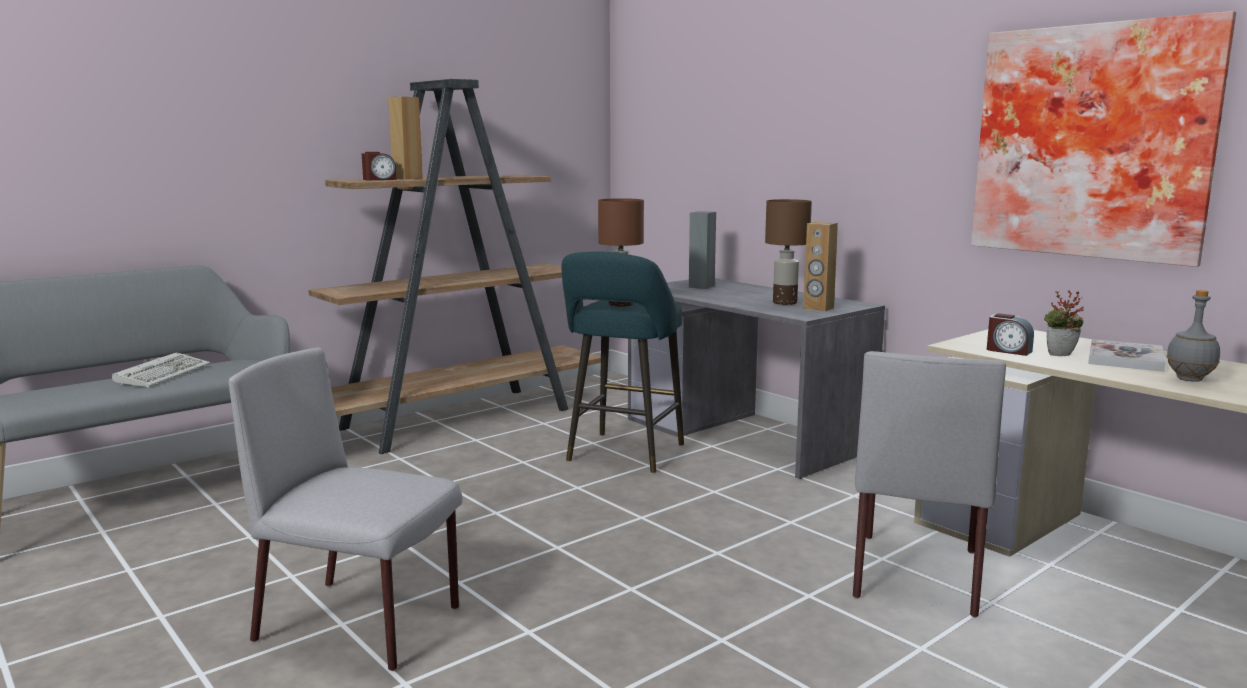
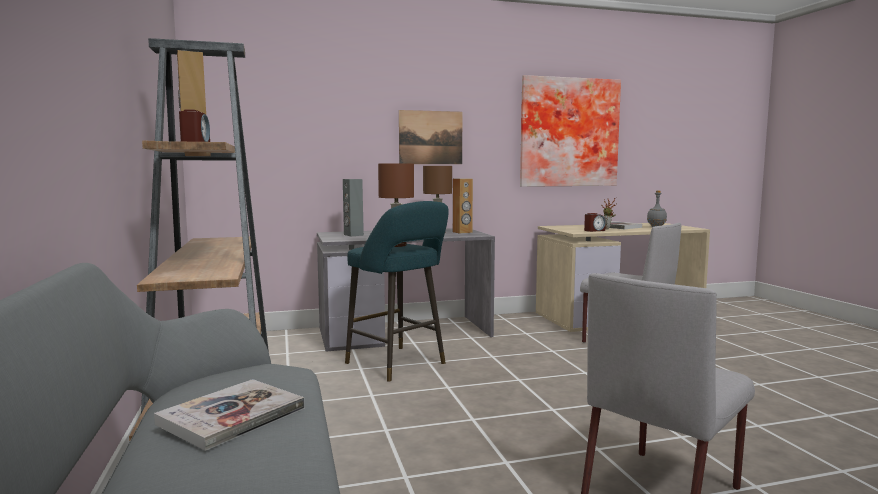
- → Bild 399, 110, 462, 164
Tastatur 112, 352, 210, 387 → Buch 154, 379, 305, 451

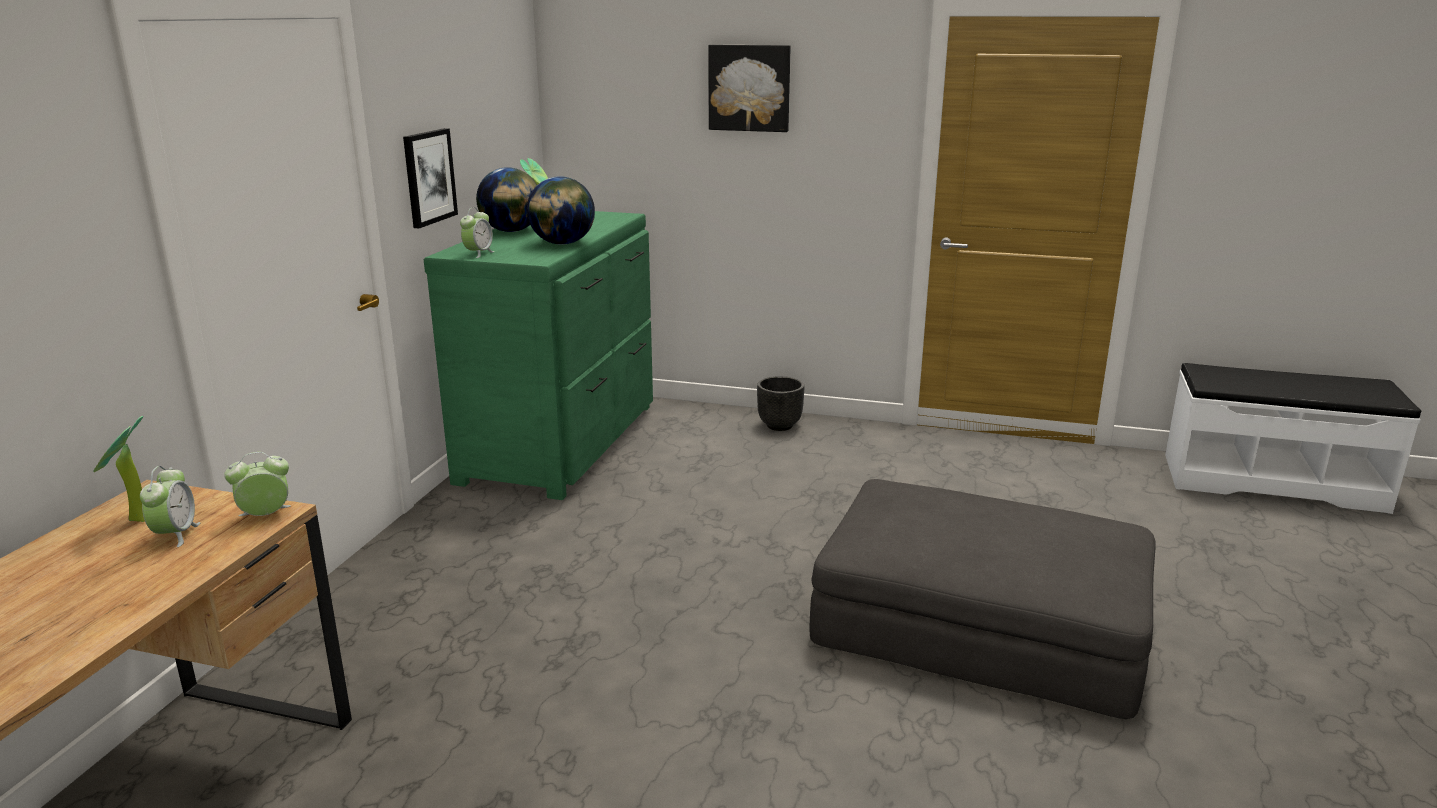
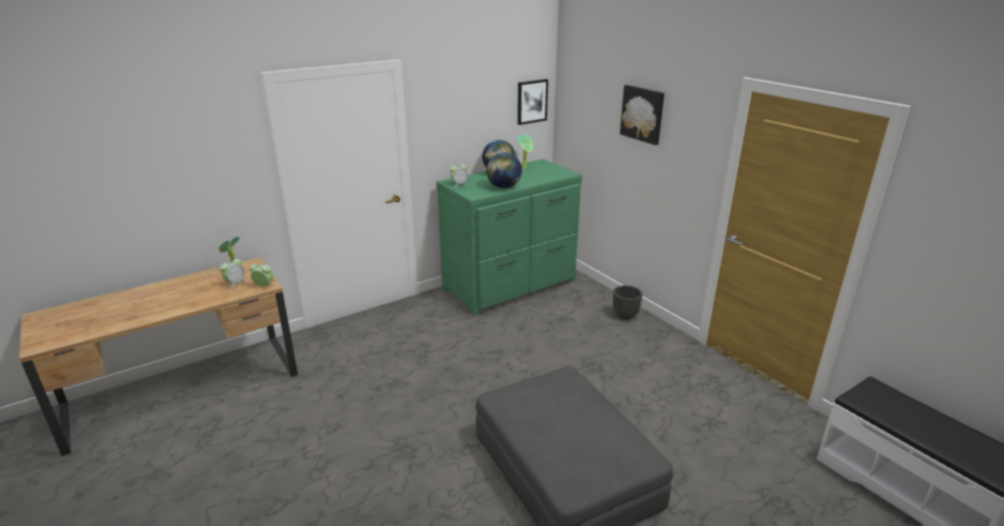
Bild 403, 128, 458, 228 → Bild 518, 79, 548, 125, moved

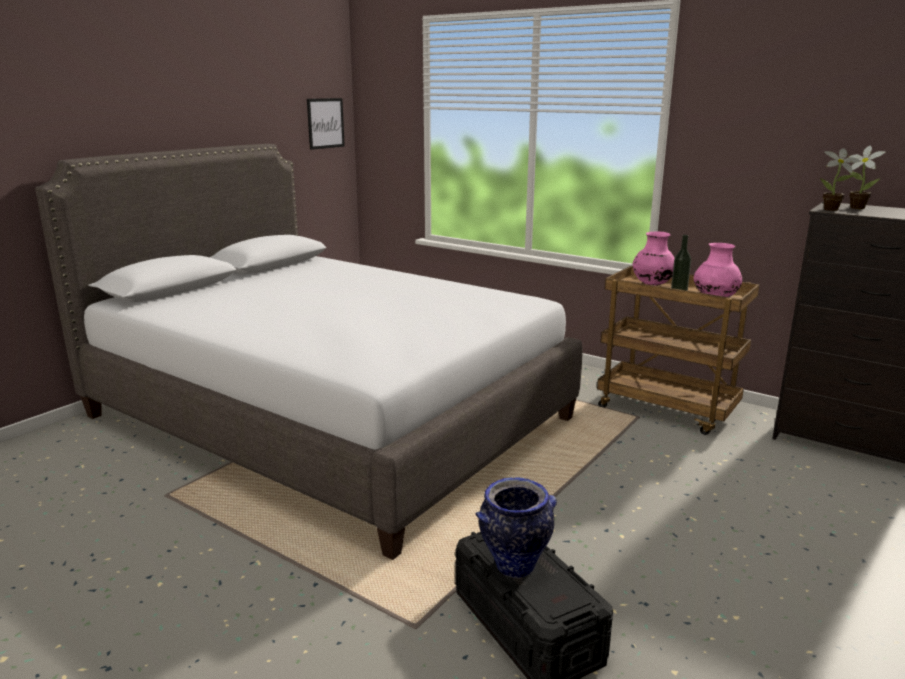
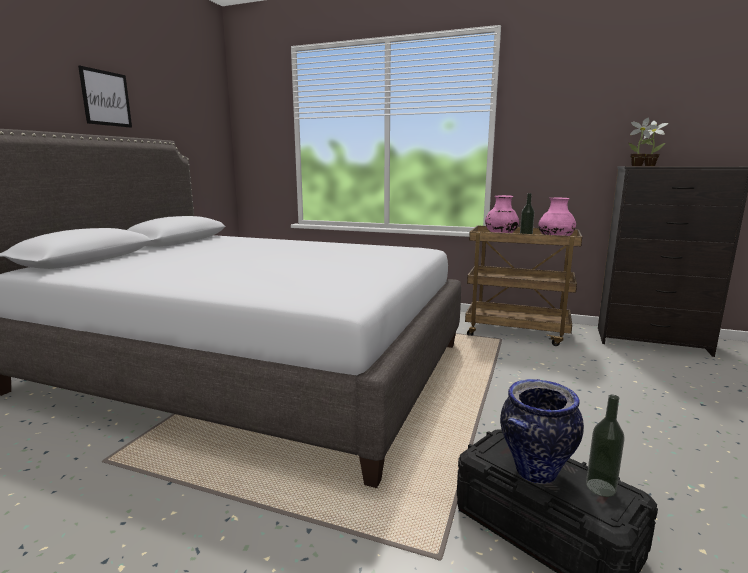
- → Flasche 586, 395, 625, 497
Bild 307, 98, 345, 150 → Bild 78, 65, 132, 128, moved

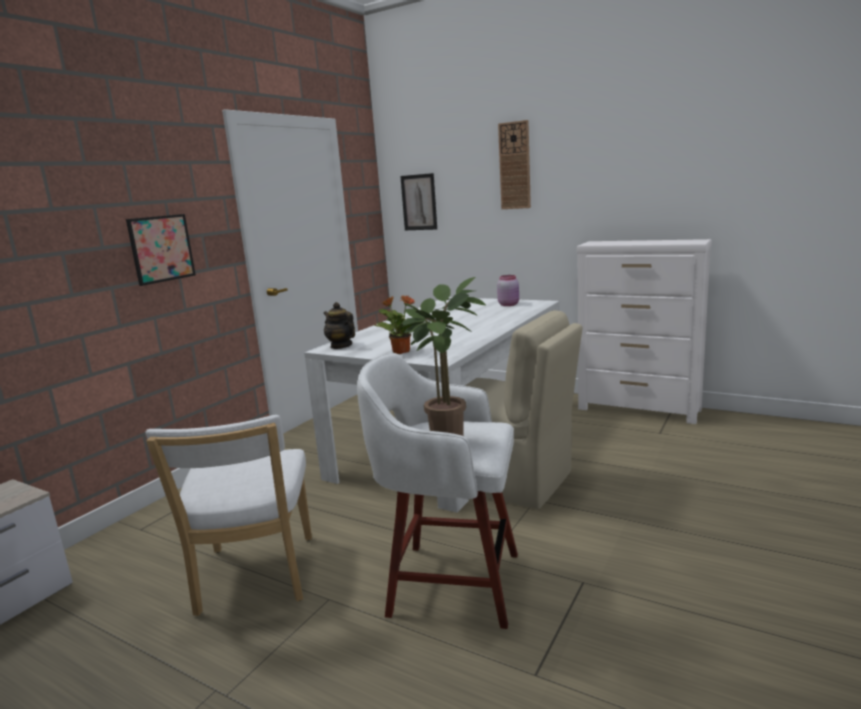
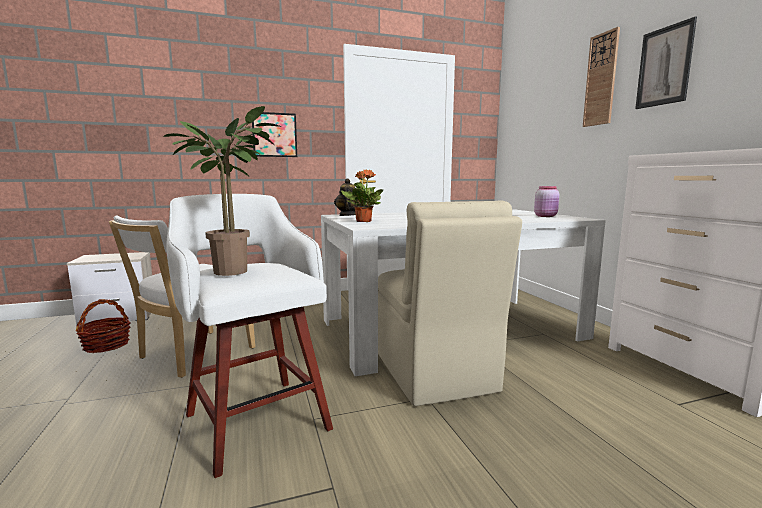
- → Korb 76, 299, 131, 353
Bild 400, 173, 437, 230 → Bild 635, 16, 697, 109, moved

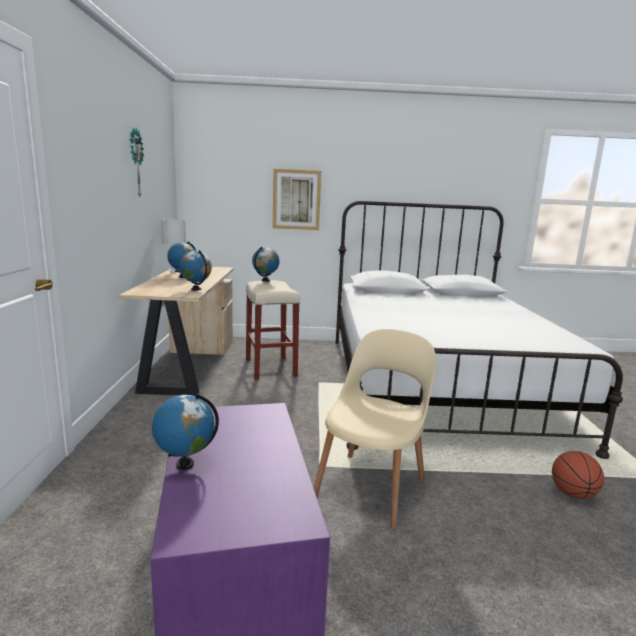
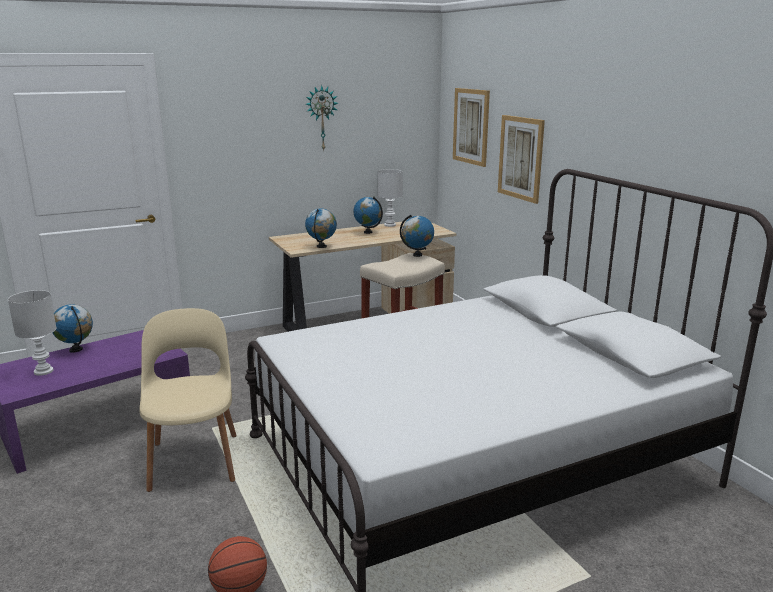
- → Tischlampe/weiß 8, 290, 57, 376
- → Bild 453, 88, 490, 167
Stuhl/beige 314, 329, 436, 530 → Stuhl/beige 140, 308, 237, 492, 105 degrees counterclockwise

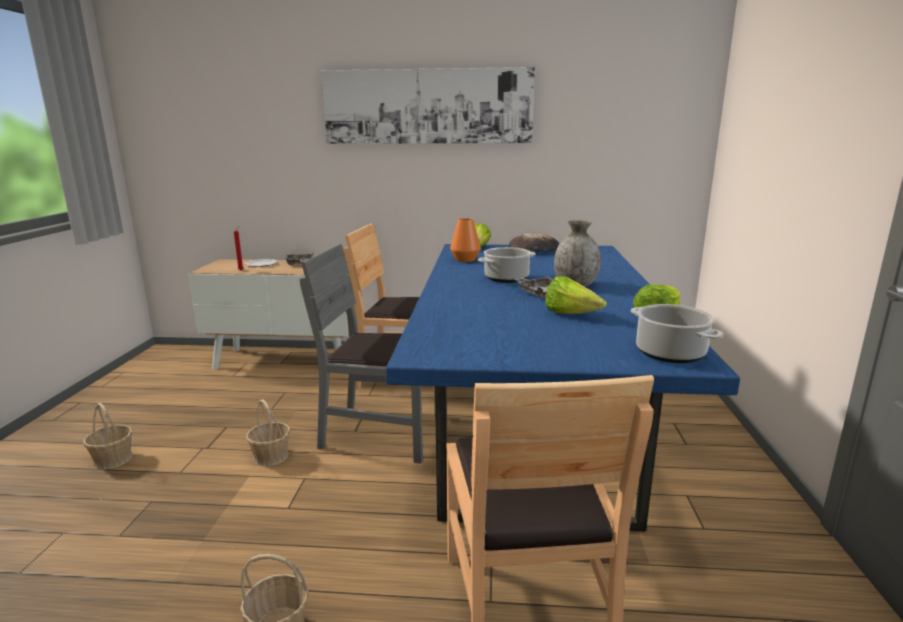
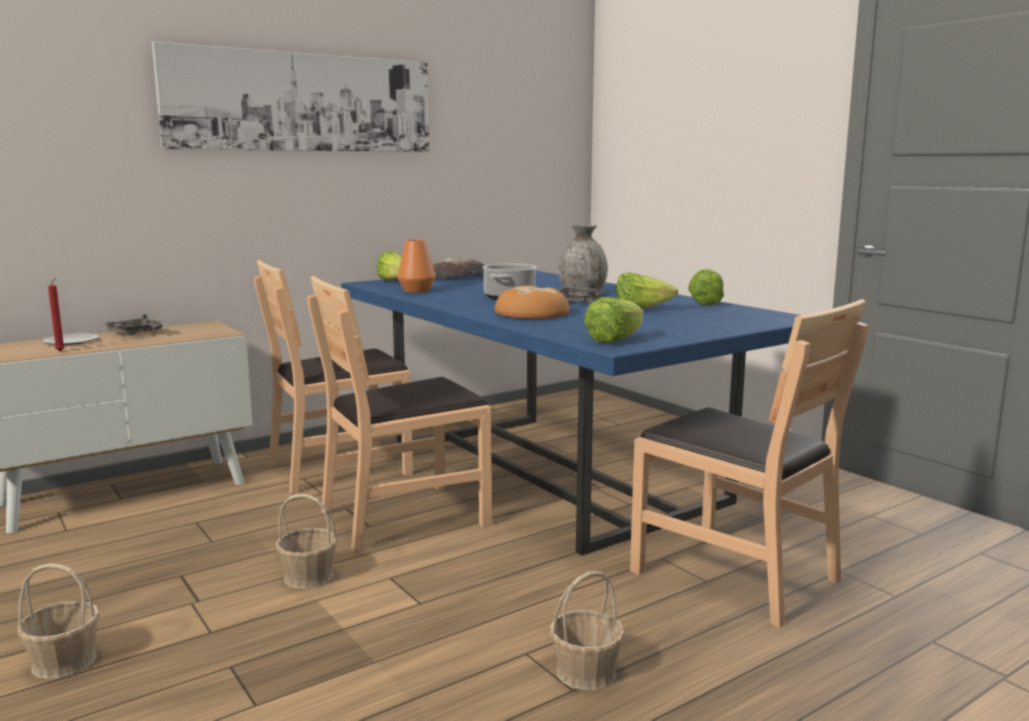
Kochtopf 631, 304, 724, 363 → -
- → Brot 495, 286, 570, 319
- → Salatkopf 584, 297, 644, 343
Stuhl/grau 300, 244, 435, 464 → Stuhl/braun 307, 276, 492, 553

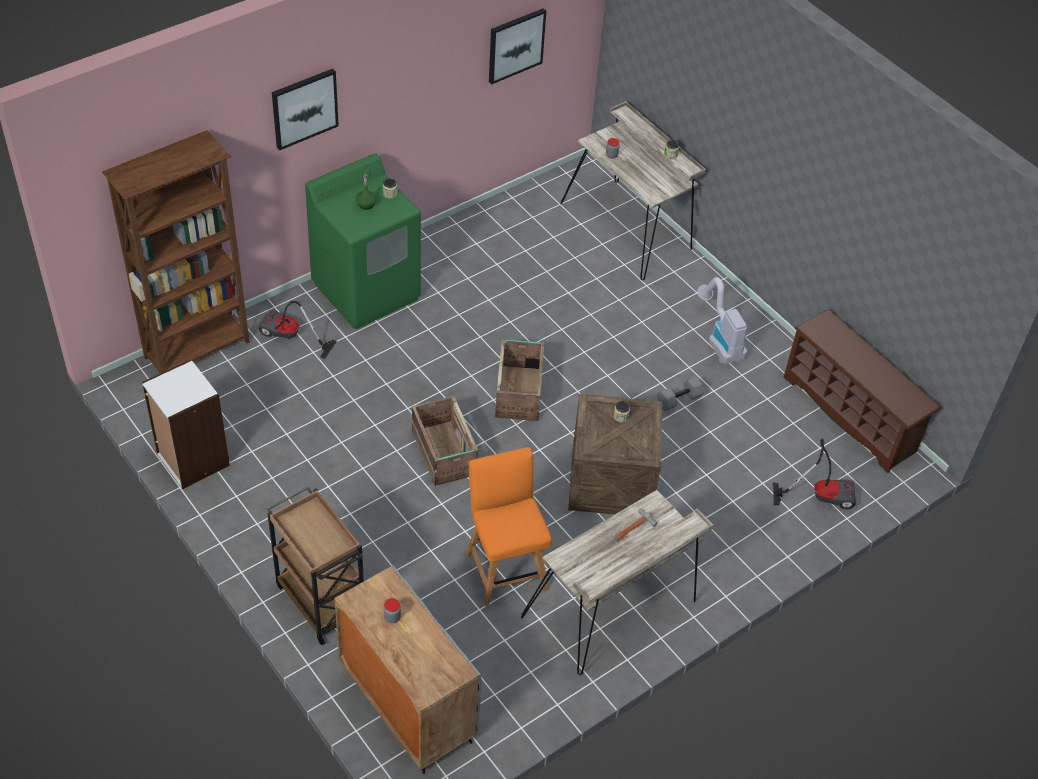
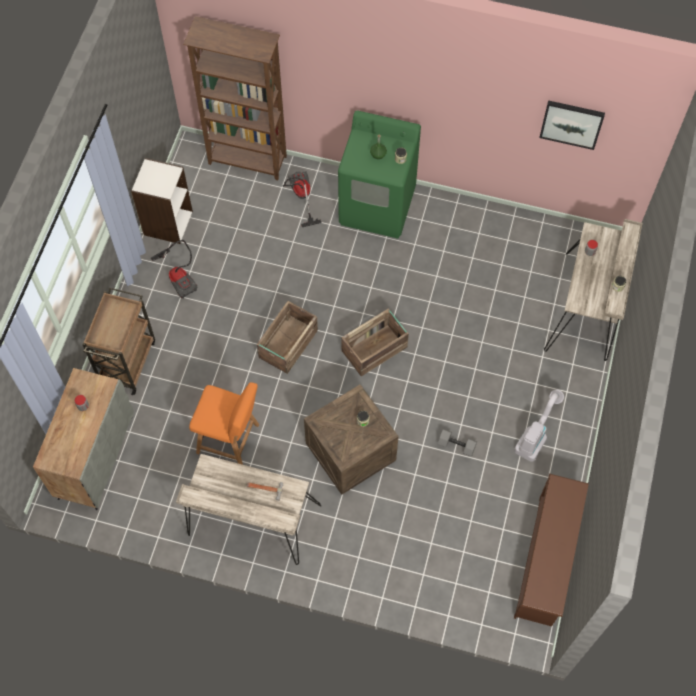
Bild 272, 69, 339, 151 → -
Staubsauger 773, 438, 856, 509 → Staubsauger 151, 240, 198, 298, moved
Stuhl/orange 466, 447, 551, 606 → Stuhl/orange 189, 382, 259, 465, 75 degrees clockwise

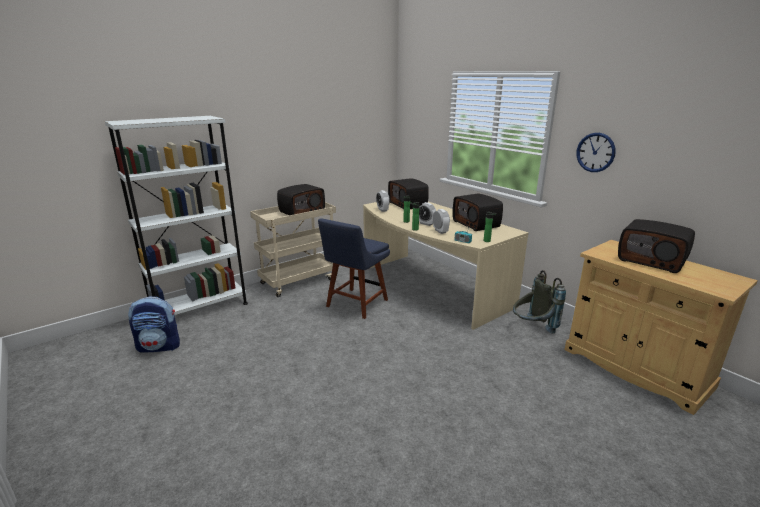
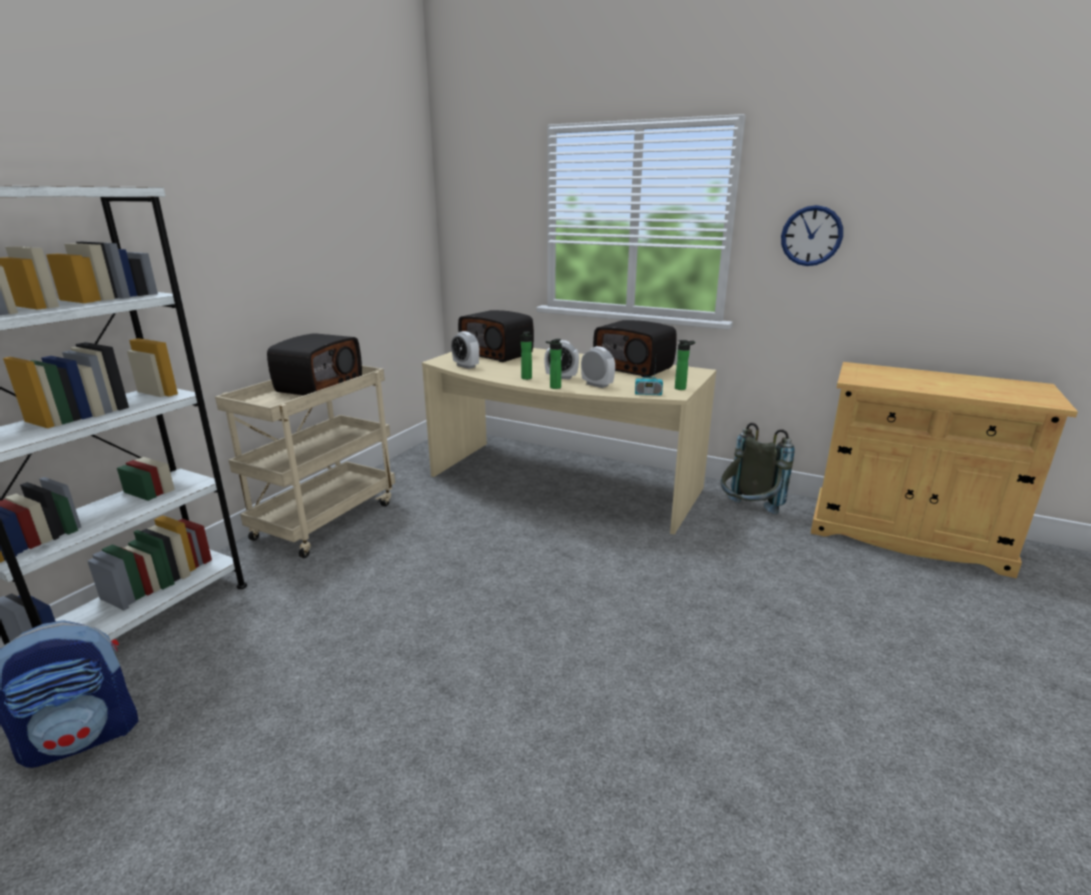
Stuhl/blau 318, 219, 390, 319 → -
Radio 618, 219, 695, 273 → -

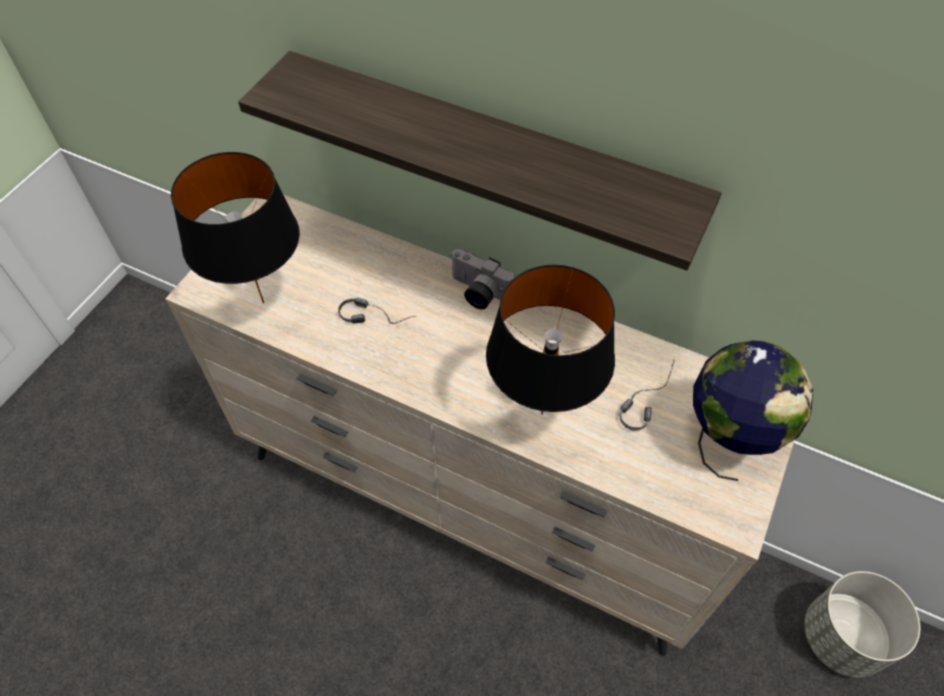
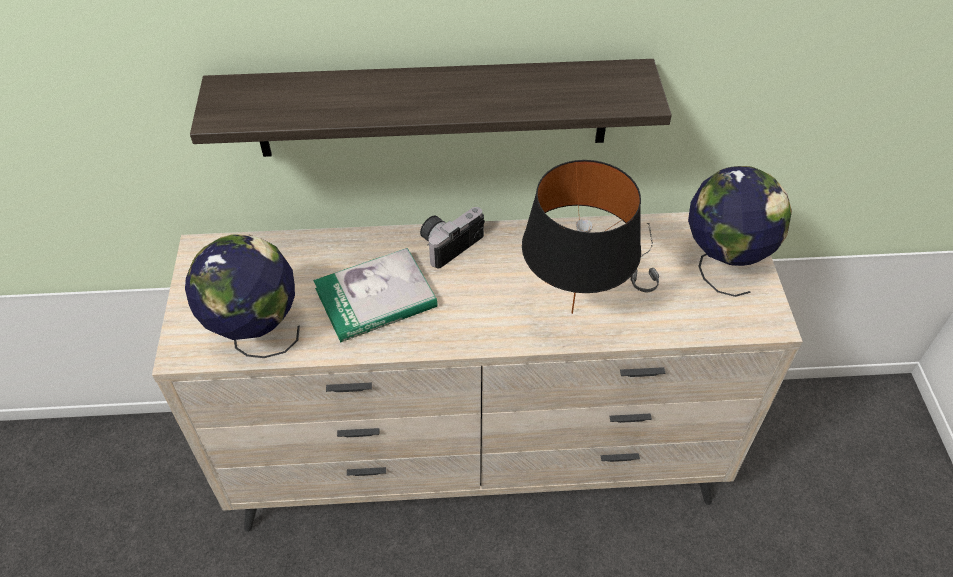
Pflanzkübel/grau 804, 571, 920, 678 → -
Tischlampe/schwarz 171, 152, 300, 304 → Globus 185, 234, 300, 358
Kopfhörer 338, 298, 416, 324 → Buch 314, 248, 438, 342
Kamera 450, 249, 515, 309 → Kamera 420, 207, 485, 269, 135 degrees clockwise

